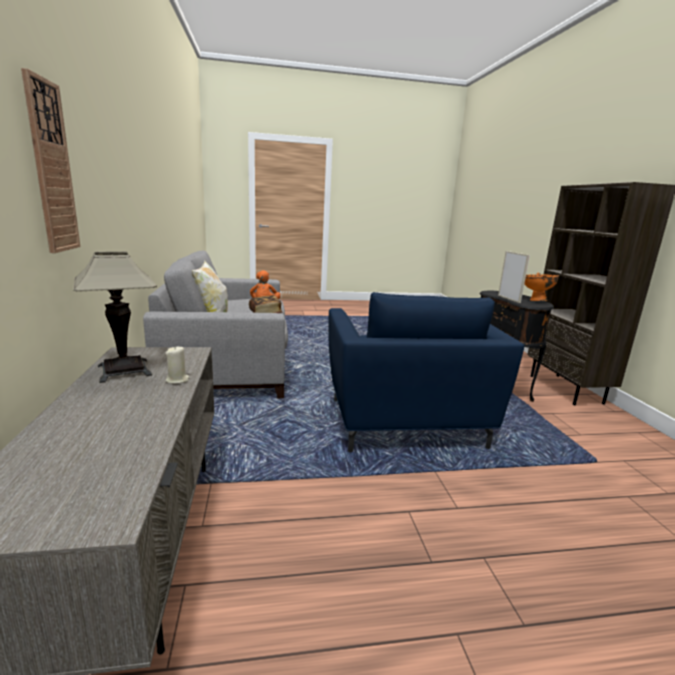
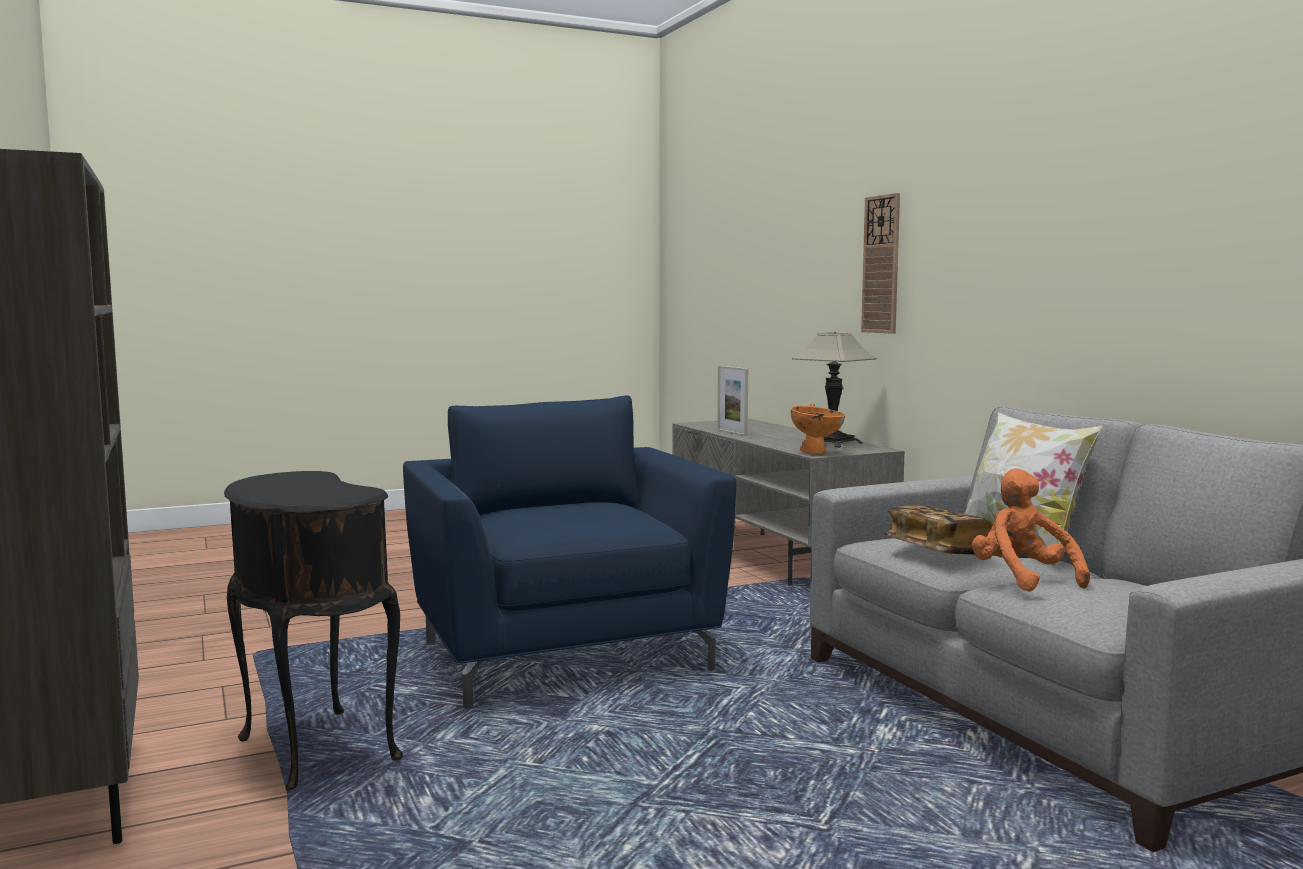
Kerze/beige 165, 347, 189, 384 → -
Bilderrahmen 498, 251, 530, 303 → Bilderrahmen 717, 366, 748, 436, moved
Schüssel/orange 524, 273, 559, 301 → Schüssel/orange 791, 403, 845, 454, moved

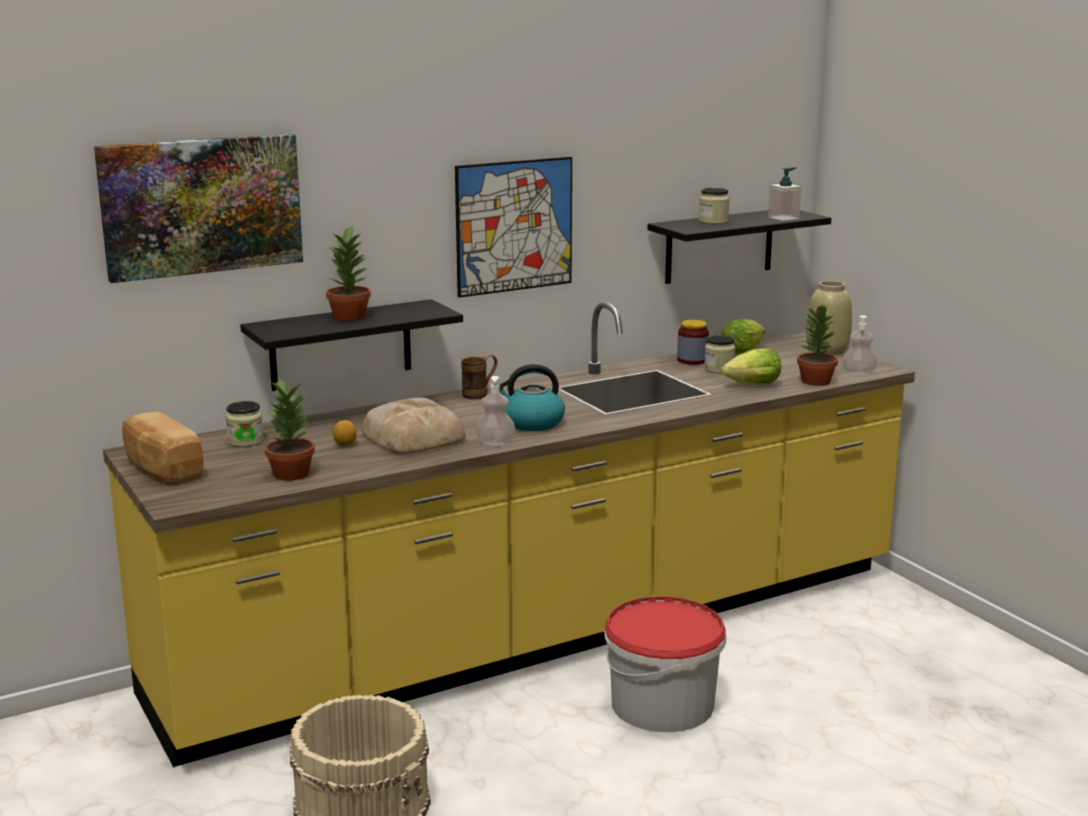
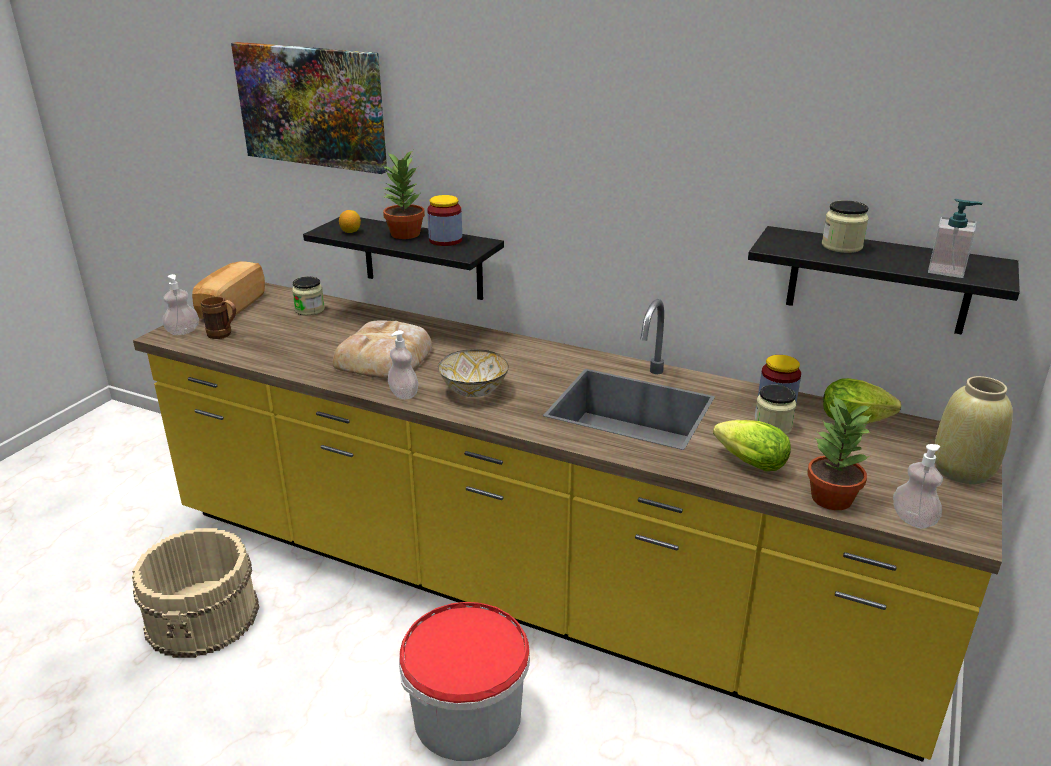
Topfpflanze 265, 379, 315, 481 → -
Bild 455, 157, 572, 298 → -
- → Seifenspender 163, 274, 199, 335
- → Vorratsglas 427, 195, 462, 246
Zitrone 333, 420, 357, 446 → Zitrone 339, 210, 361, 233, moved
Henkelbecher/braun 461, 354, 497, 399 → Henkelbecher/braun 201, 296, 236, 339, moved
Wasserkessel 499, 364, 565, 431 → Schüssel 438, 349, 508, 397

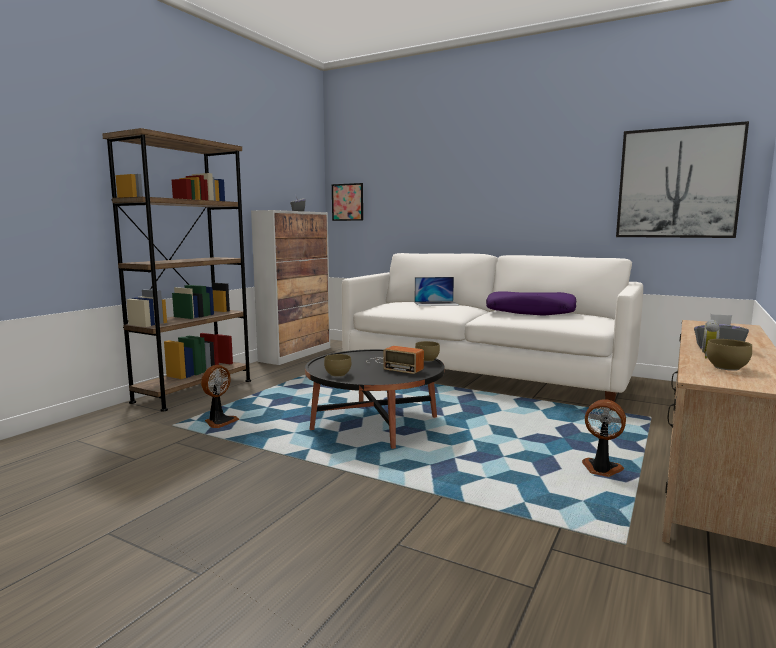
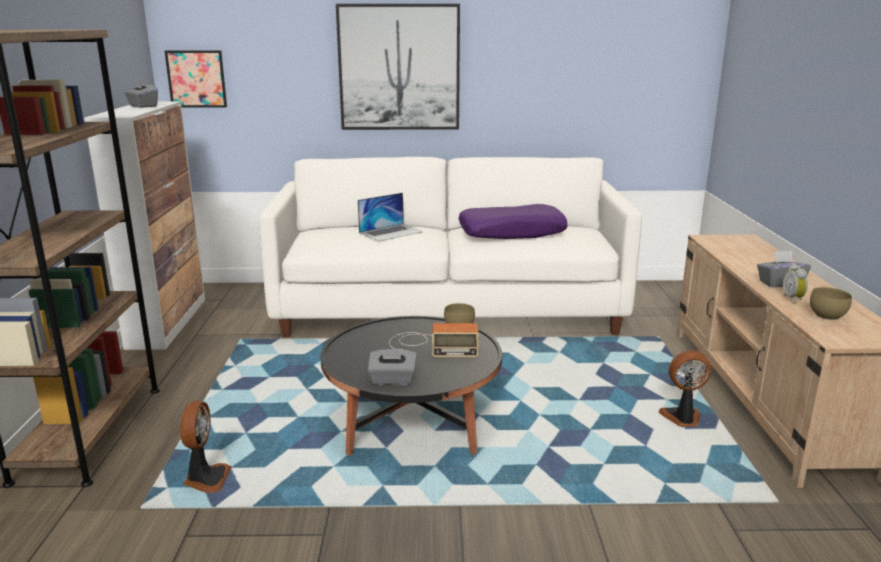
Bild 616, 121, 749, 238 → Bild 336, 4, 460, 130, moved
Schüssel/braun 324, 354, 351, 377 → Taschentuchbox/grau 368, 349, 417, 385

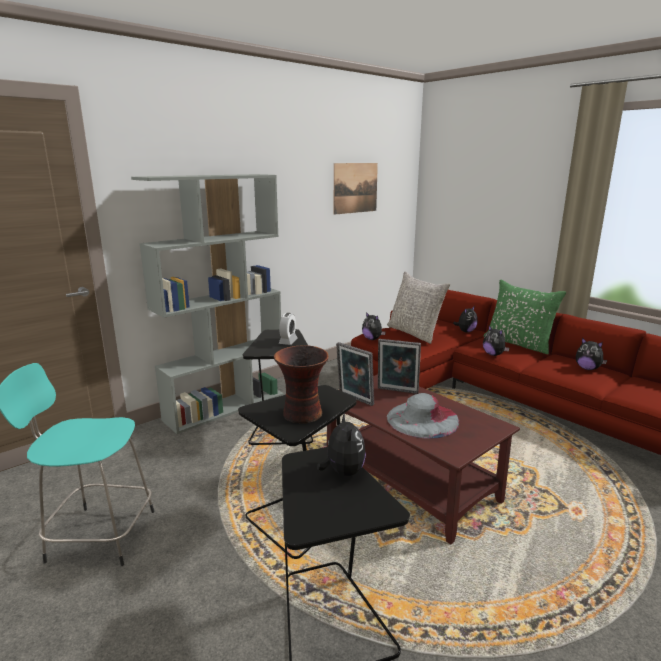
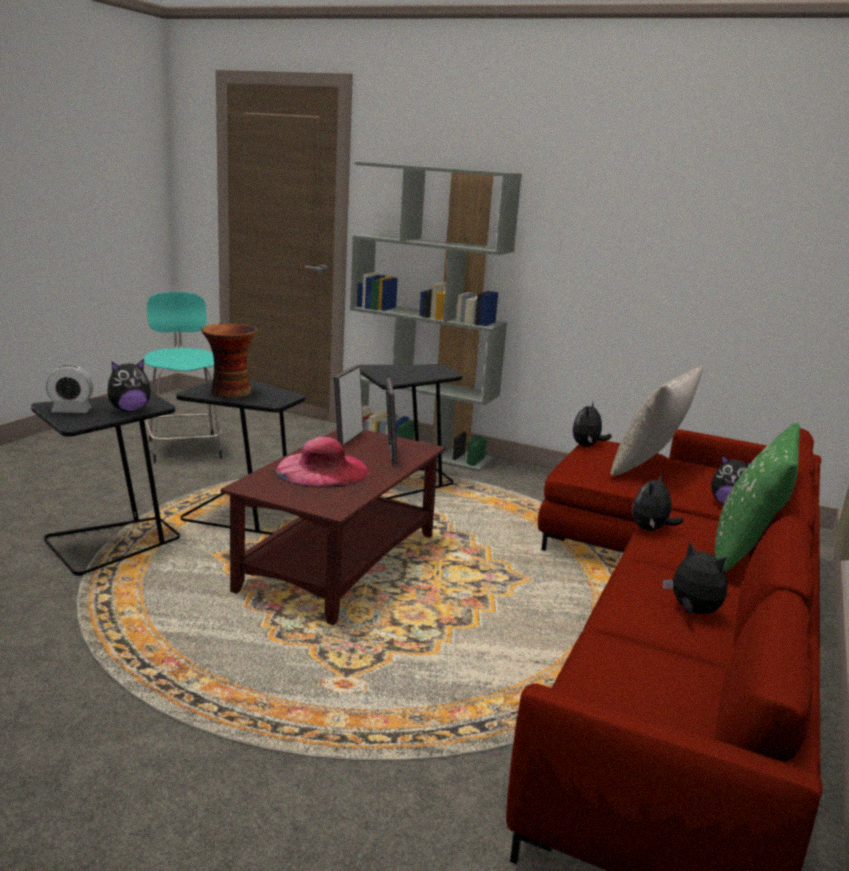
Bild 334, 163, 378, 215 → -
Wecker 279, 313, 297, 345 → Wecker 46, 365, 93, 413, moved
Hut/grau 387, 393, 459, 439 → Hut/rosa 276, 437, 369, 487
Plüschtier 576, 337, 607, 370 → Plüschtier 663, 542, 727, 614, 120 degrees clockwise

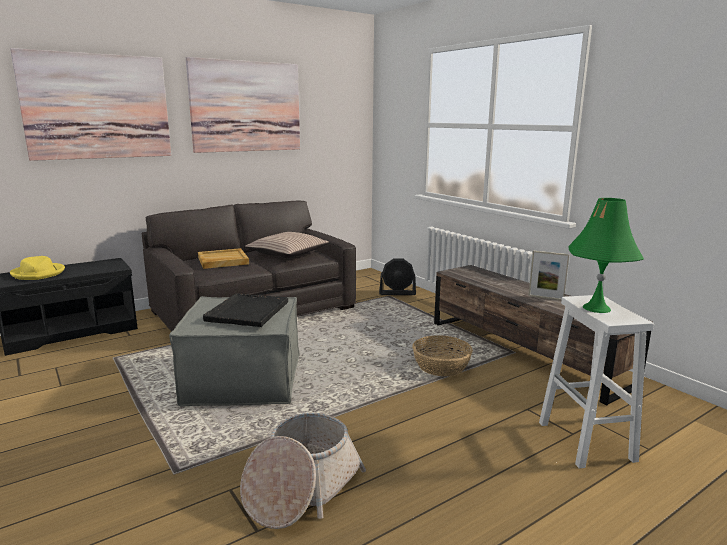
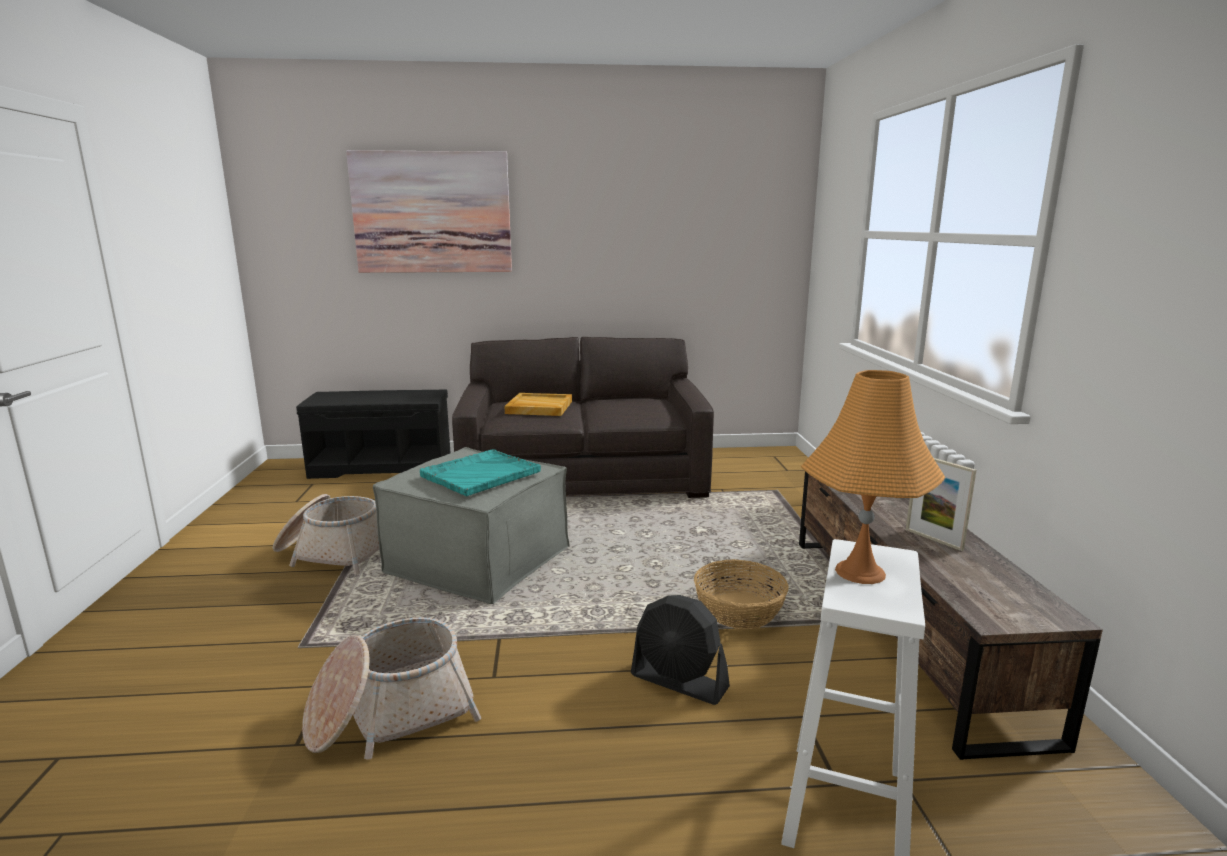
Hut/gelb 10, 256, 65, 280 → -
Bild 186, 57, 300, 153 → -
Kissen 245, 232, 329, 258 → -
- → Korb 273, 494, 379, 575
Ventilator/schwarz 379, 259, 416, 295 → Ventilator/schwarz 631, 595, 730, 705, moved
Tablett/schwarz 203, 293, 288, 327 → Tablett/türkis 420, 449, 541, 496
Tischlampe/grün 568, 198, 644, 313 → Tischlampe/orange 801, 370, 945, 584

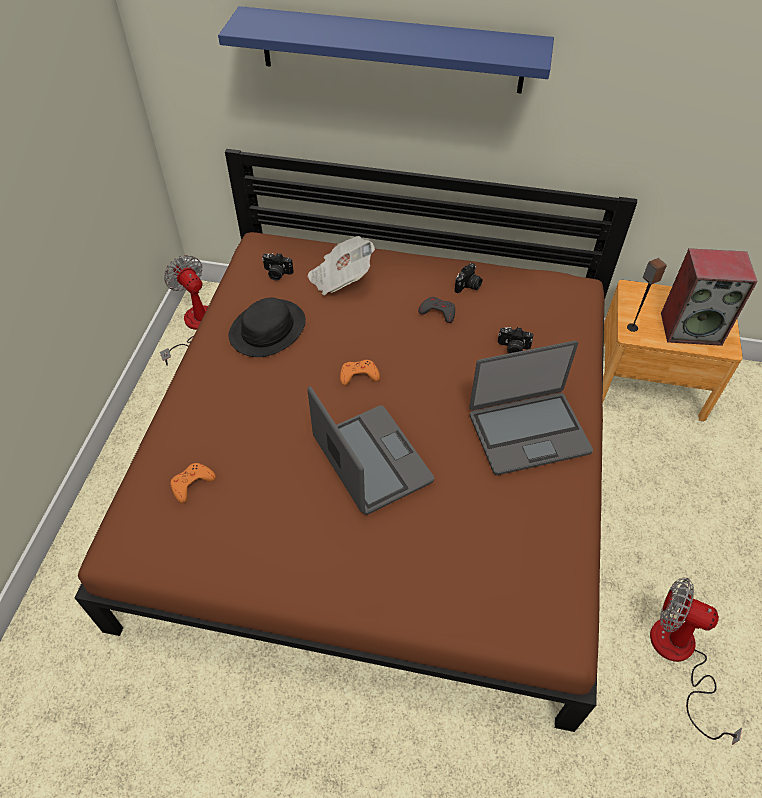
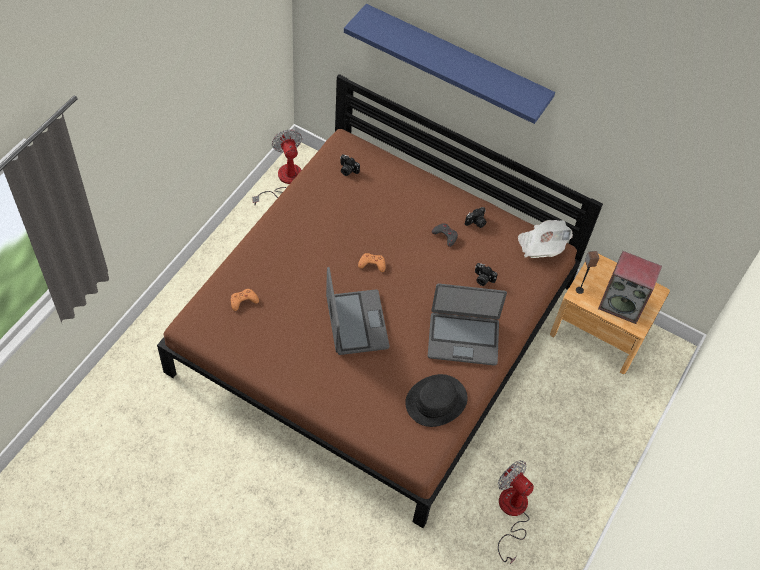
Hut/schwarz 229, 298, 306, 357 → Hut/schwarz 405, 374, 468, 427, moved
Zeitung 308, 236, 375, 295 → Zeitung 518, 220, 573, 258, moved

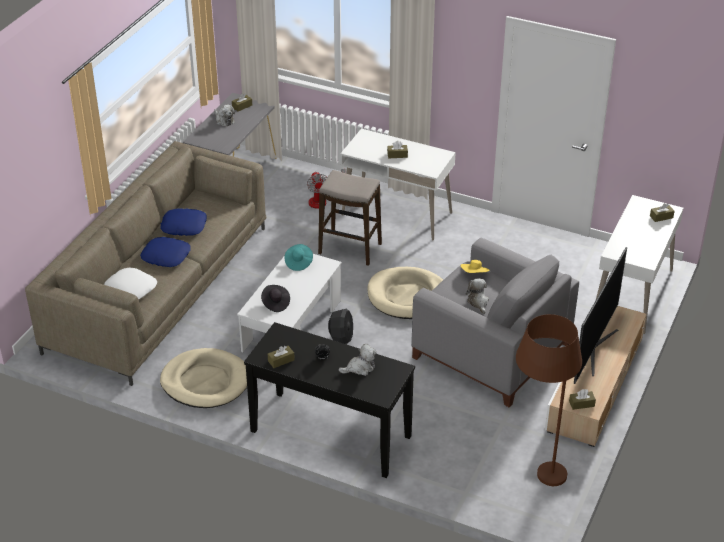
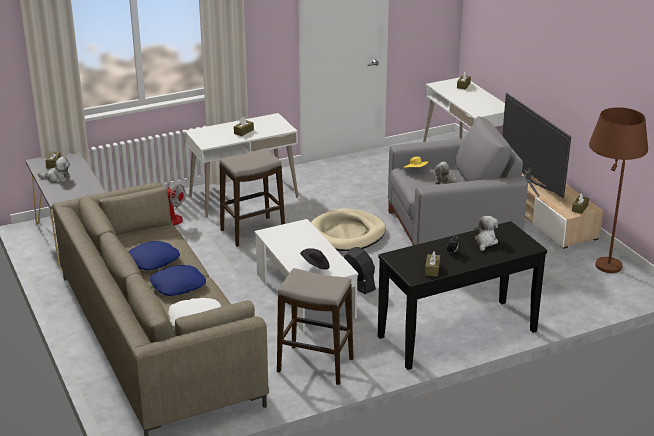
Hut/türkis 285, 244, 313, 271 → -
Hundebett/beige 160, 348, 247, 408 → Hocker 277, 268, 354, 385

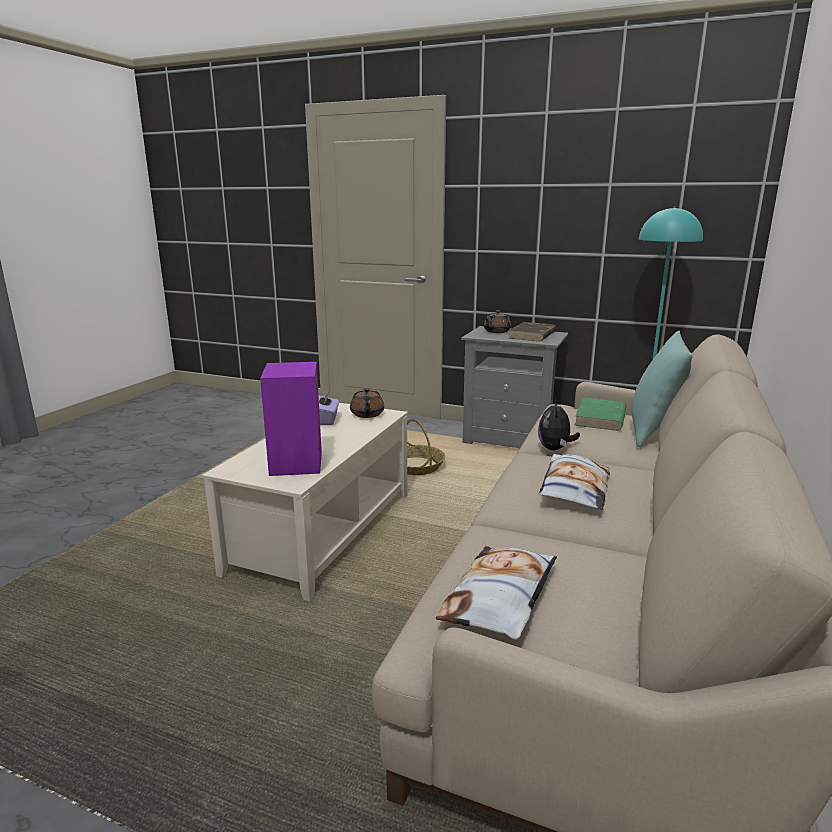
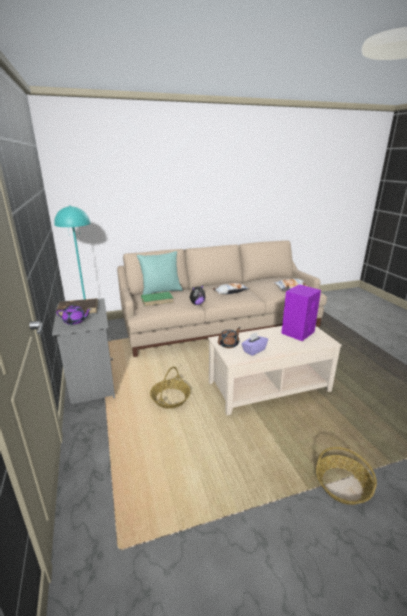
- → Korb 316, 447, 377, 505
Teekanne/braun 484, 310, 511, 333 → Teekanne/lila 56, 305, 91, 325

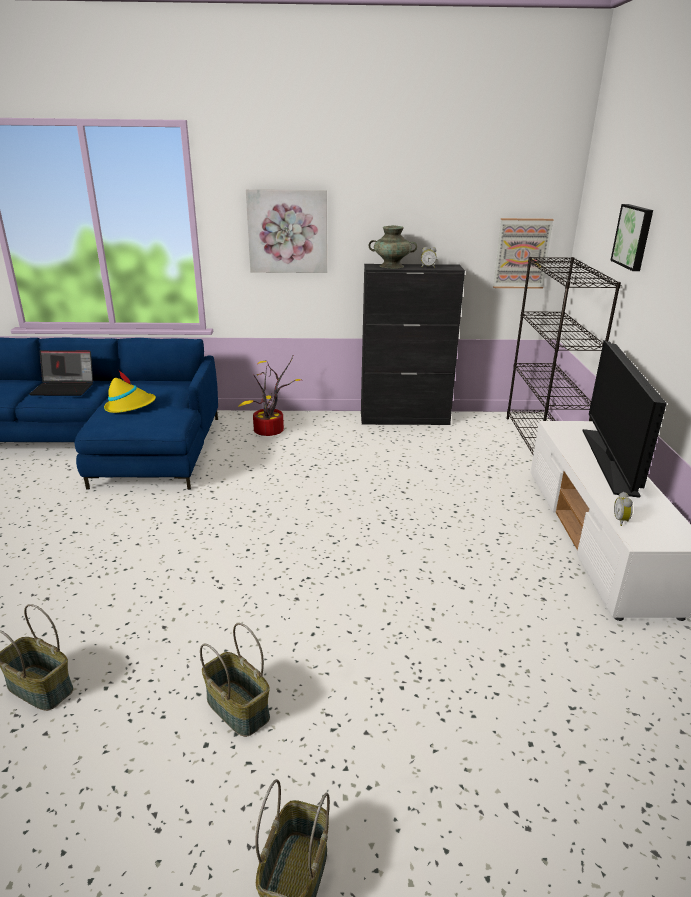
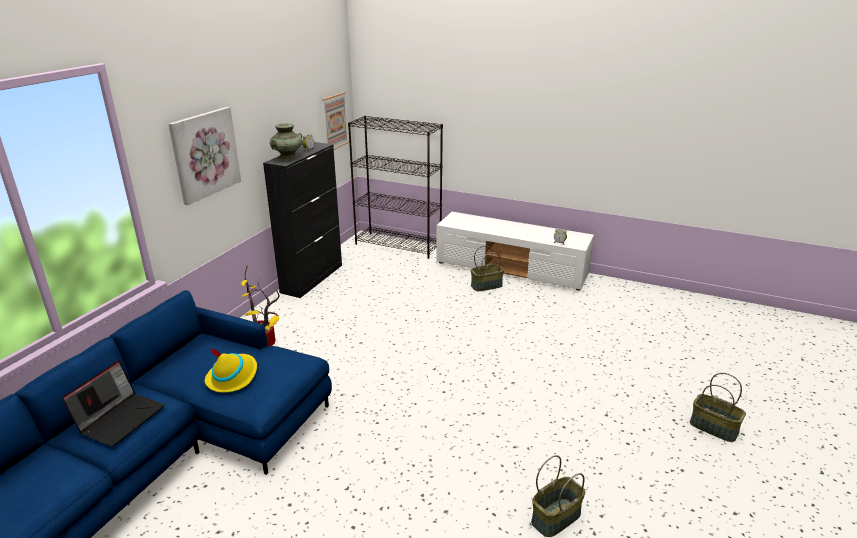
Fernseher 582, 340, 667, 498 → -
Bild 610, 204, 653, 271 → -
Korb 200, 623, 270, 737 → Korb 471, 245, 504, 291, moved

